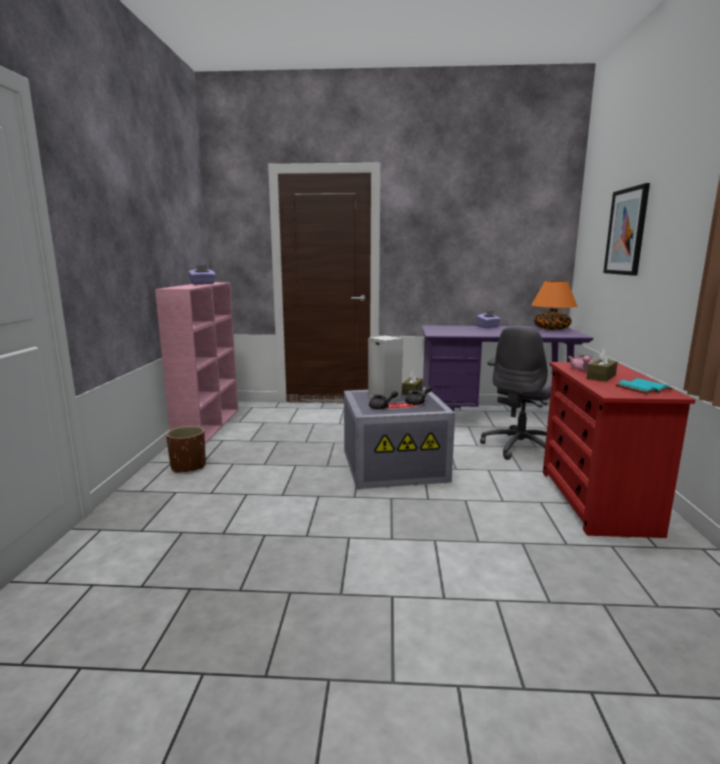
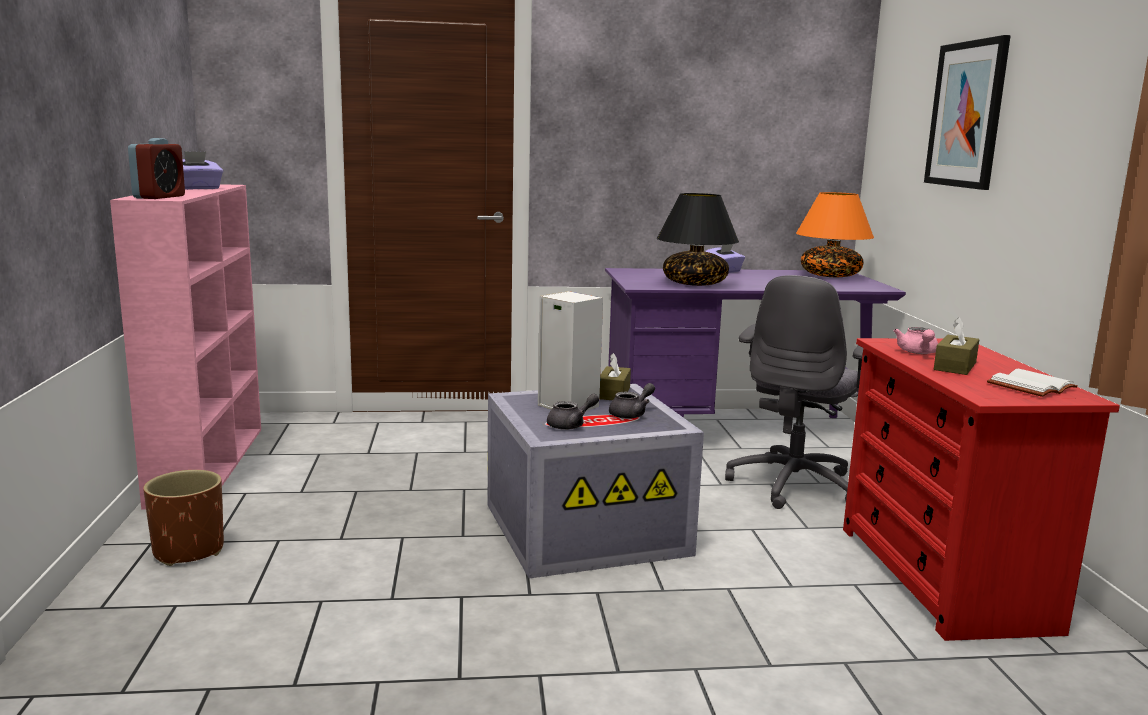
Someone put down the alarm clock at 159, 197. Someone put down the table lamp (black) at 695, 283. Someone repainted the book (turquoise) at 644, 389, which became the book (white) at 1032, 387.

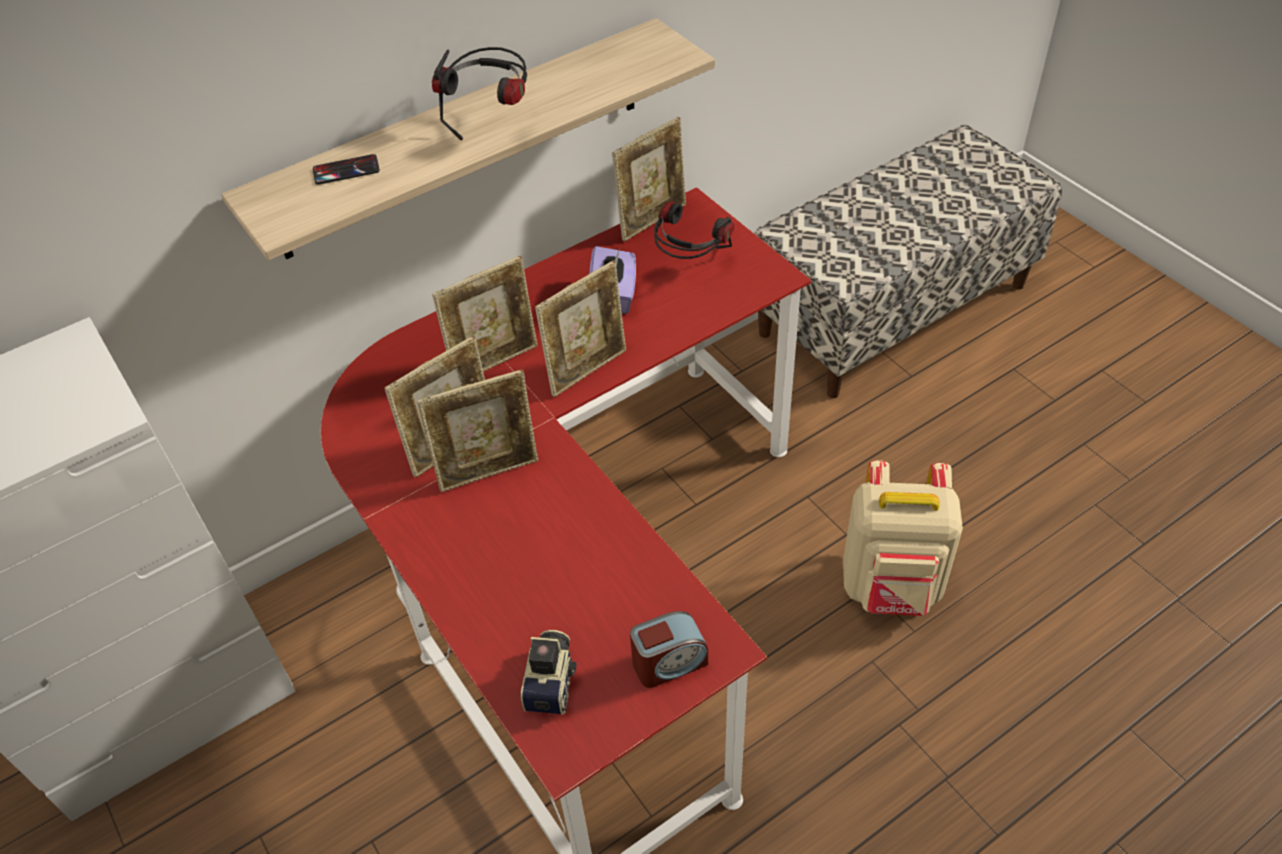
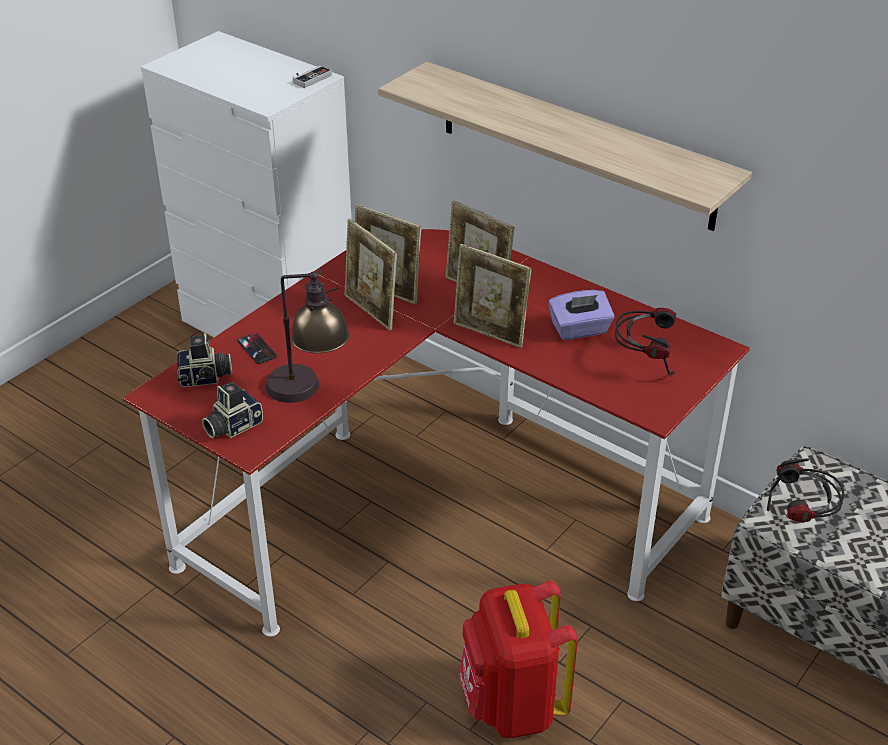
Someone took away the picture frame at 652, 220. Someone put down the table lamp at 309, 393. Someone put down the game controller at 309, 78. Someone carried the phone from 346, 170 to 257, 349. Someone carried the headphones from 492, 120 to 801, 520. Someone swapped the alarm clock at 669, 663 for the photo camera at 232, 426. Someone repainted the backpack (beige) at 891, 587, which became the backpack (red) at 512, 705.

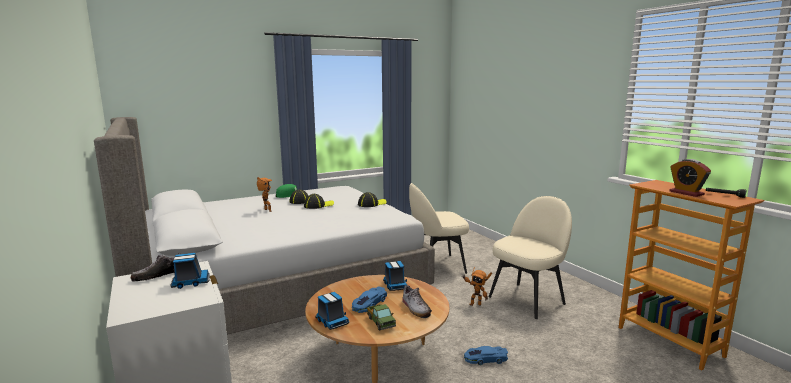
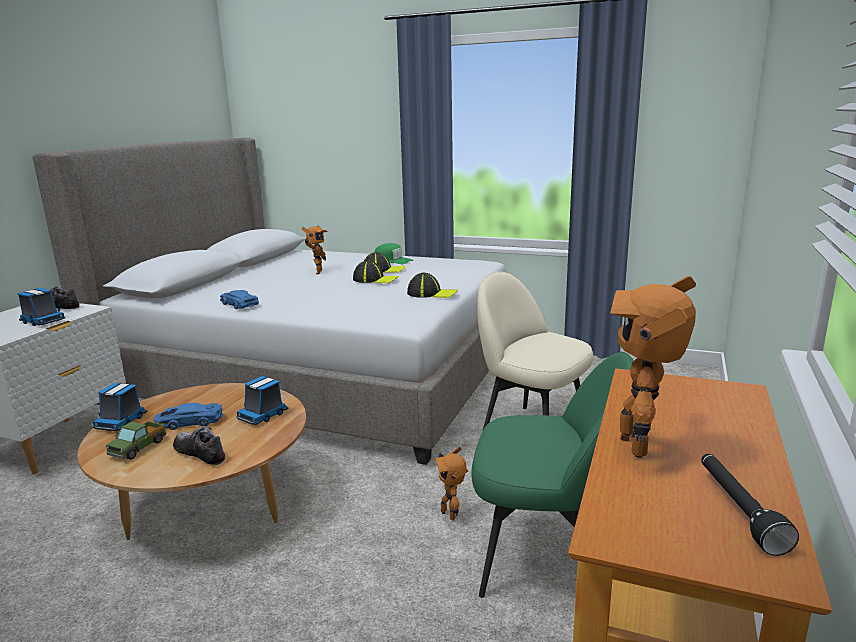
Someone carried the toy car (blue) from 485, 359 to 239, 304. Someone swapped the alarm clock at 686, 193 for the toy robot at 640, 445. Someone repainted the chair (beige) at 528, 299, which became the chair (green) at 543, 559. Someone rotated the shoe at 416, 308 by 105 degrees clockwise.

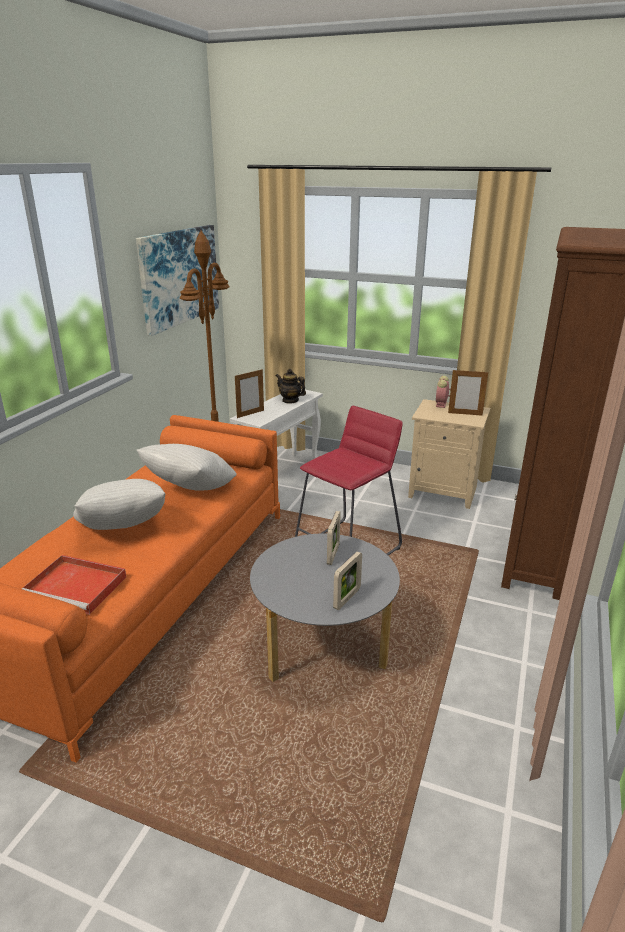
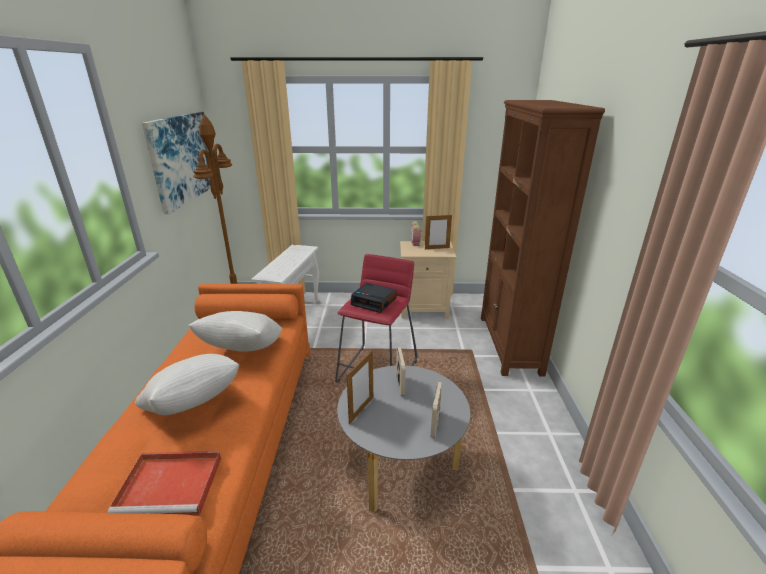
Someone took away the teapot at 290, 400. Someone put down the alarm clock at 374, 302. Someone carried the picture frame from 250, 414 to 361, 410.

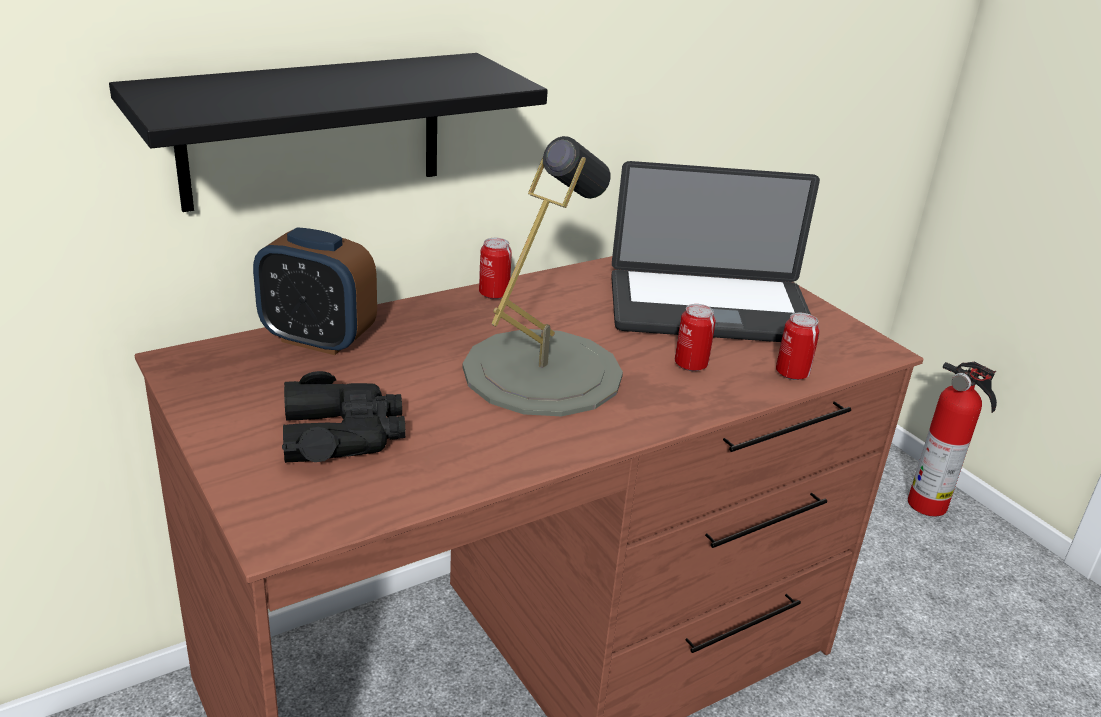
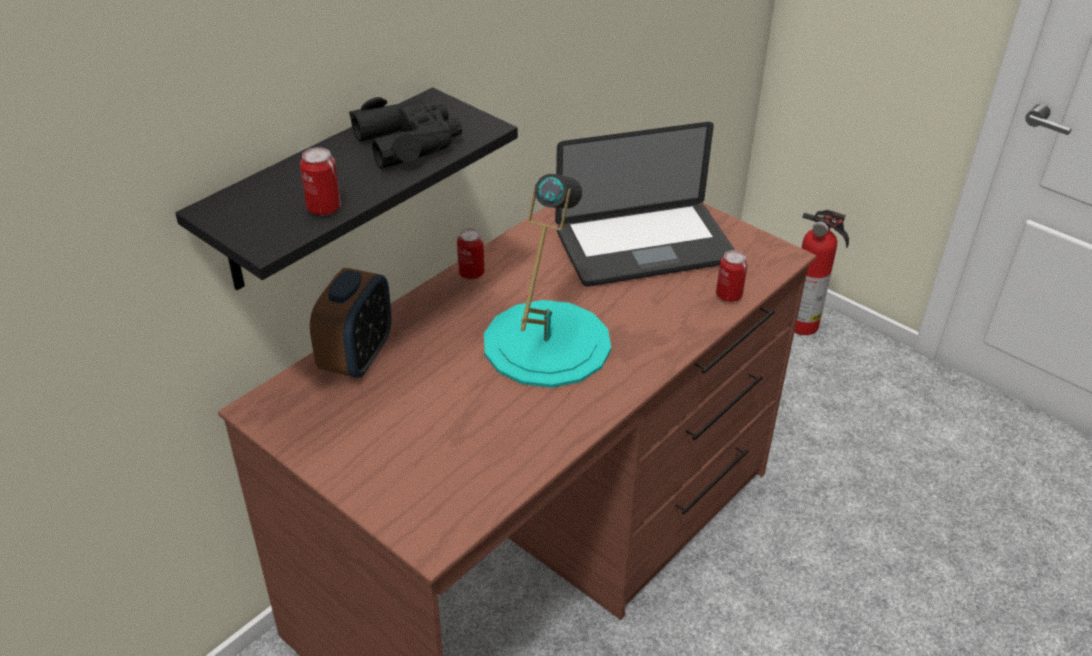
Someone carried the binoculars (black) from 343, 434 to 409, 142. Someone carried the can from 690, 364 to 324, 208. Someone repainted the table lamp (grey) at 542, 371, which became the table lamp (turquoise) at 546, 343. Someone rotated the alarm clock at 318, 339 by 75 degrees counterclockwise.

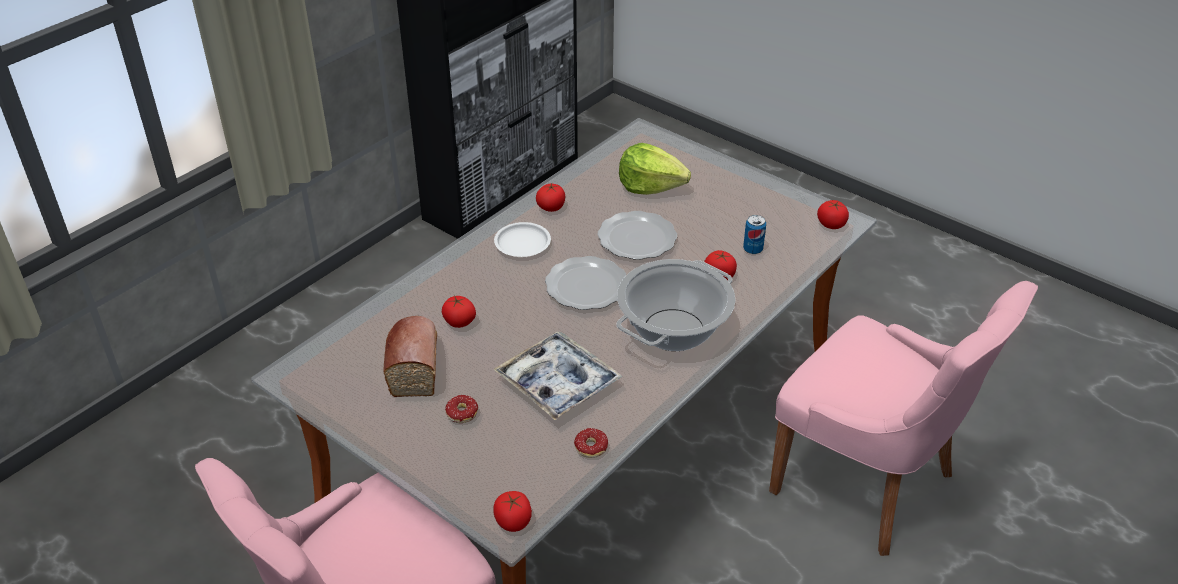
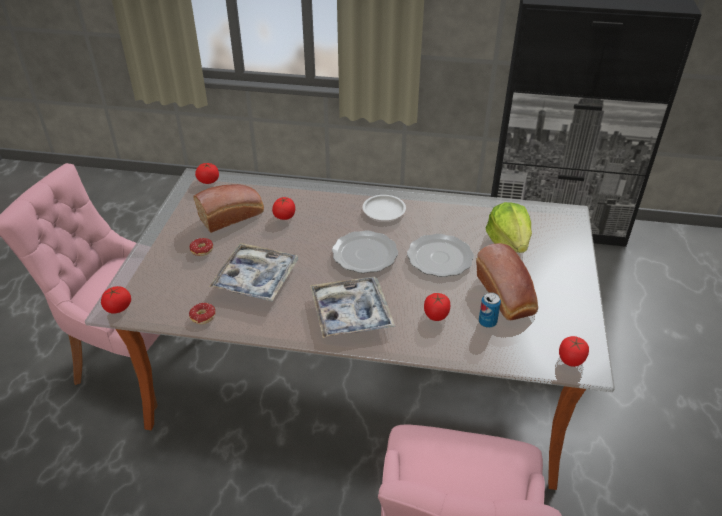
Someone put down the bread at 506, 296. Someone carried the tomato from 551, 207 to 208, 181. Someone swapped the cooking pot at 673, 331 for the tray at 351, 313.

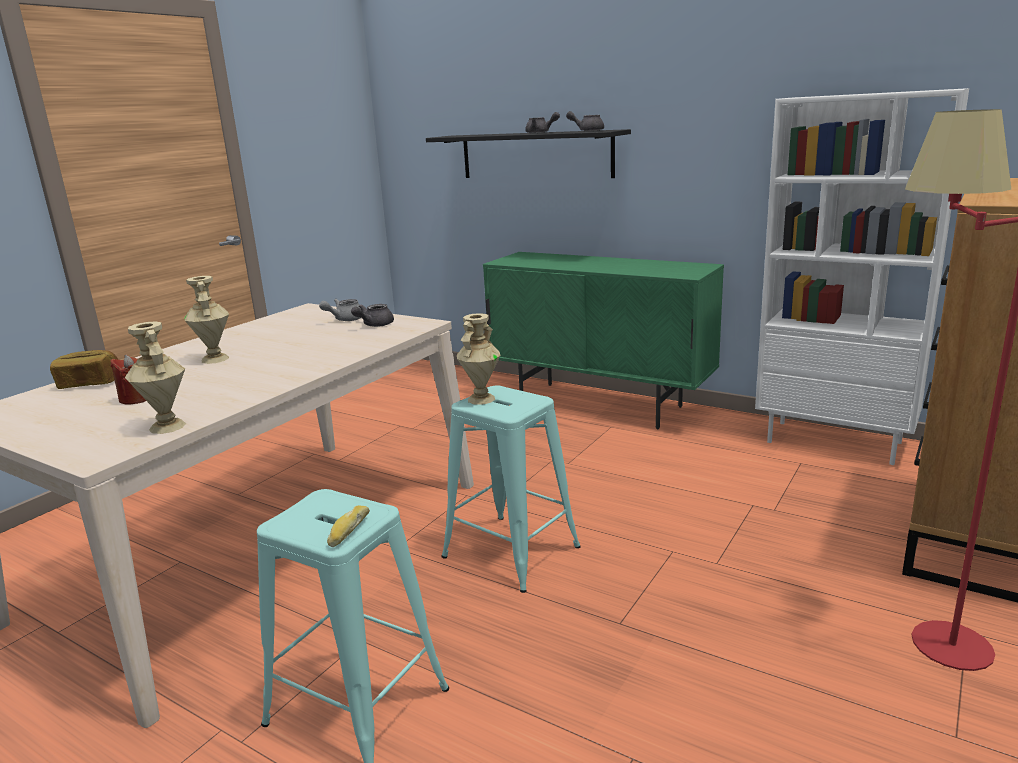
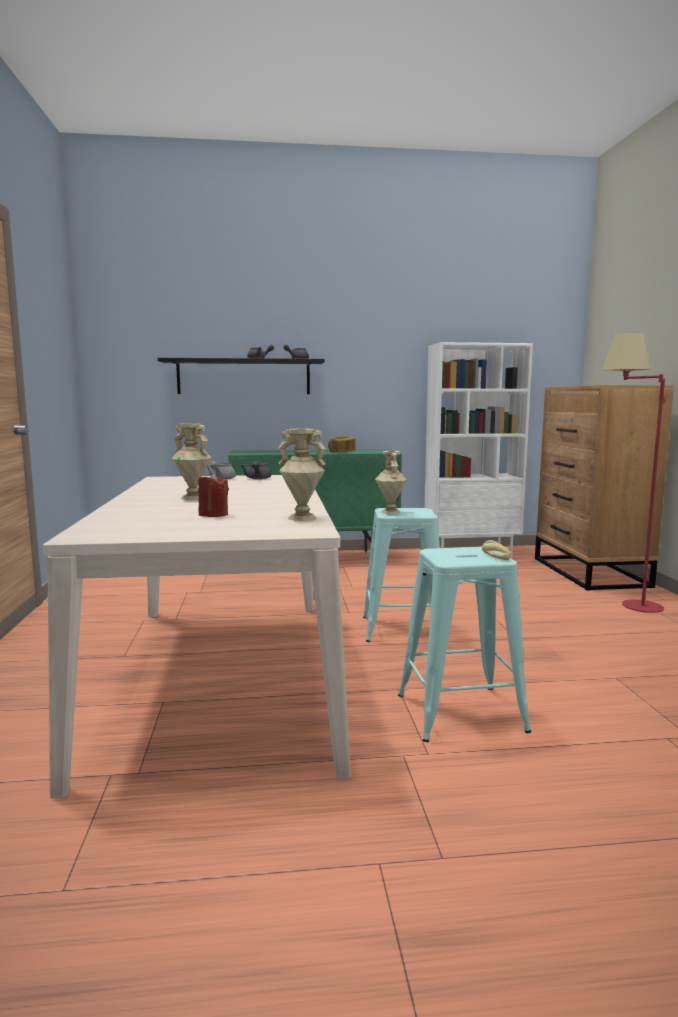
Someone carried the bread from 90, 384 to 341, 452.

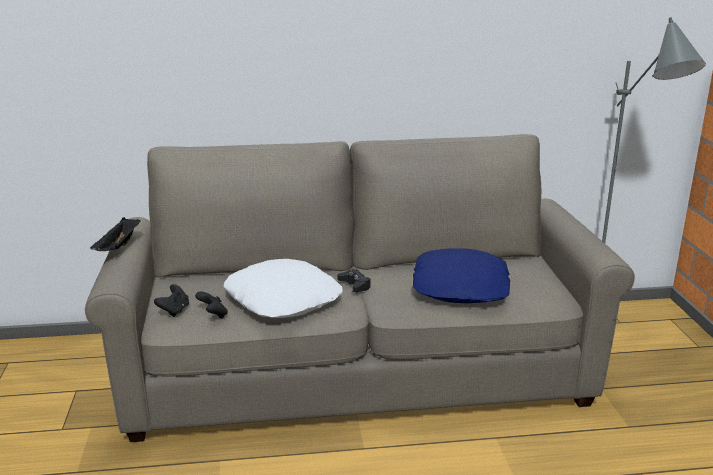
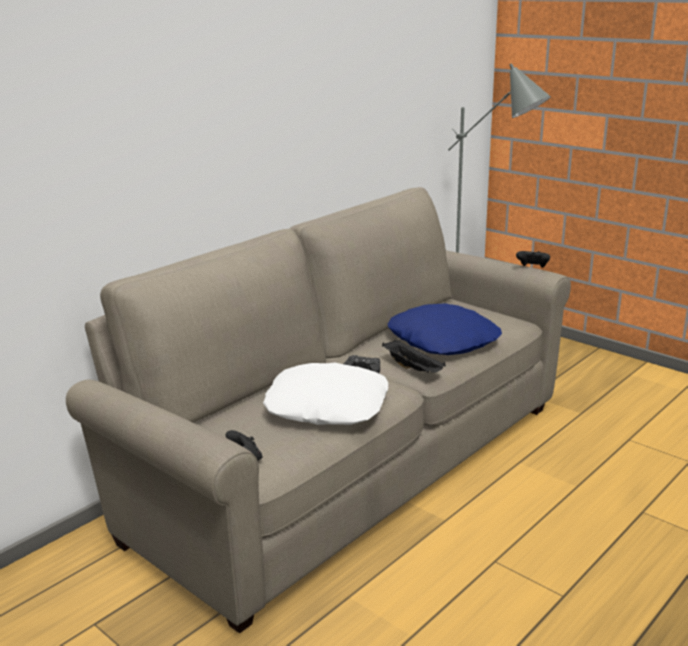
Someone carried the tray (black) from 119, 247 to 413, 369. Someone carried the game controller (black) from 213, 315 to 532, 268.

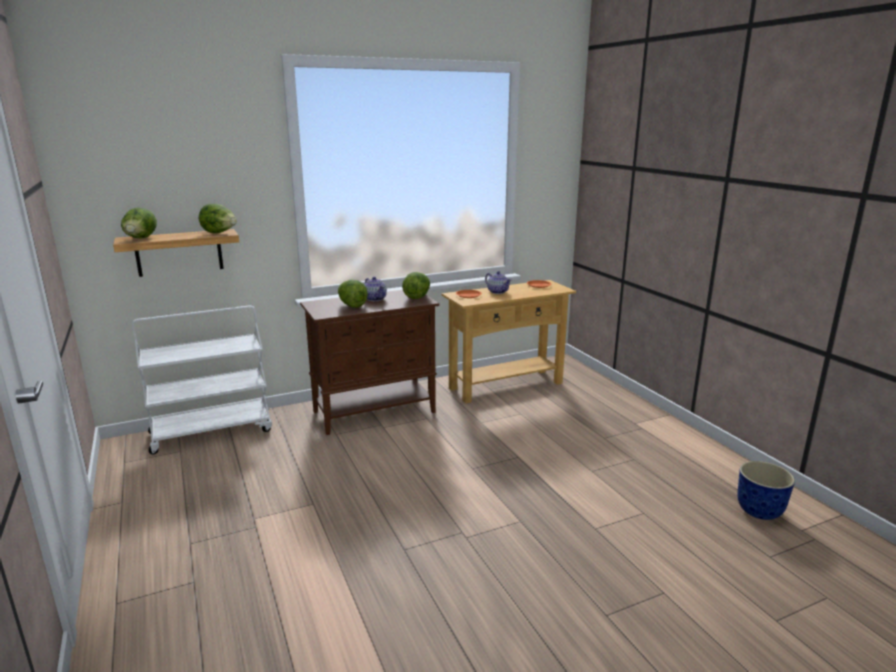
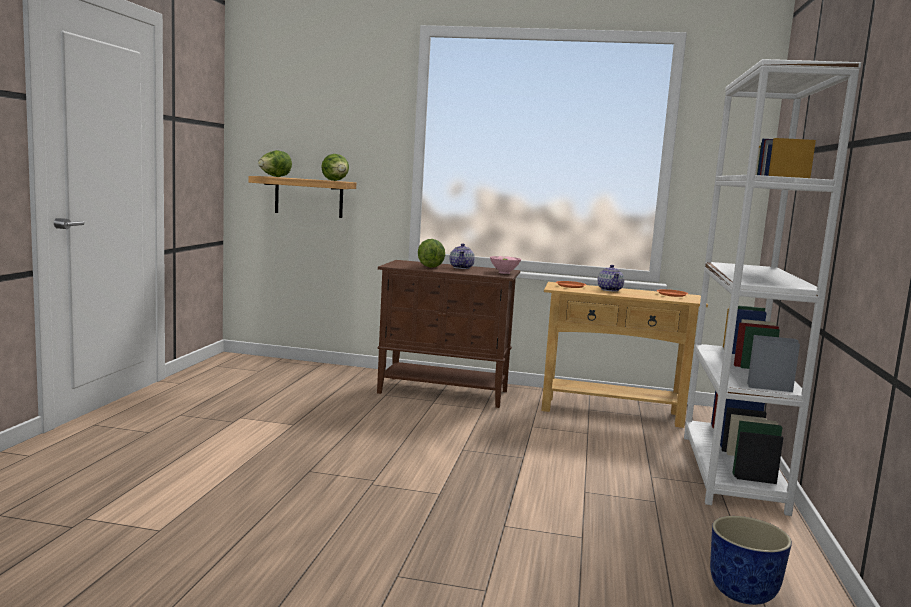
Someone took away the cart (white) at 212, 431. Someone put down the bookcase (white) at 731, 472. Someone swapped the lettuce at 417, 296 for the bowl (pink) at 503, 272.

